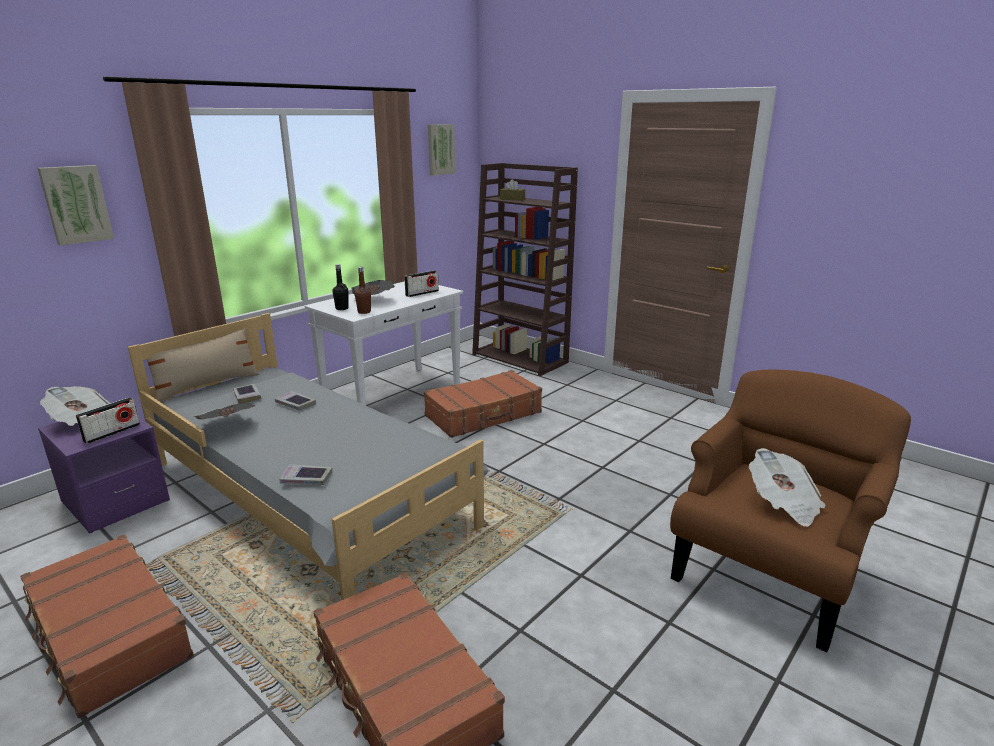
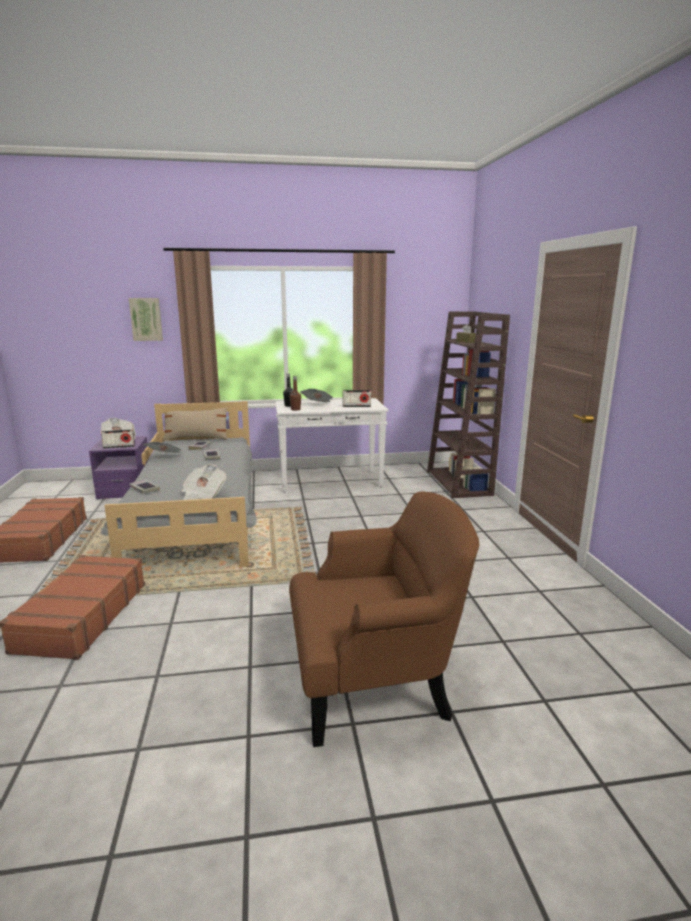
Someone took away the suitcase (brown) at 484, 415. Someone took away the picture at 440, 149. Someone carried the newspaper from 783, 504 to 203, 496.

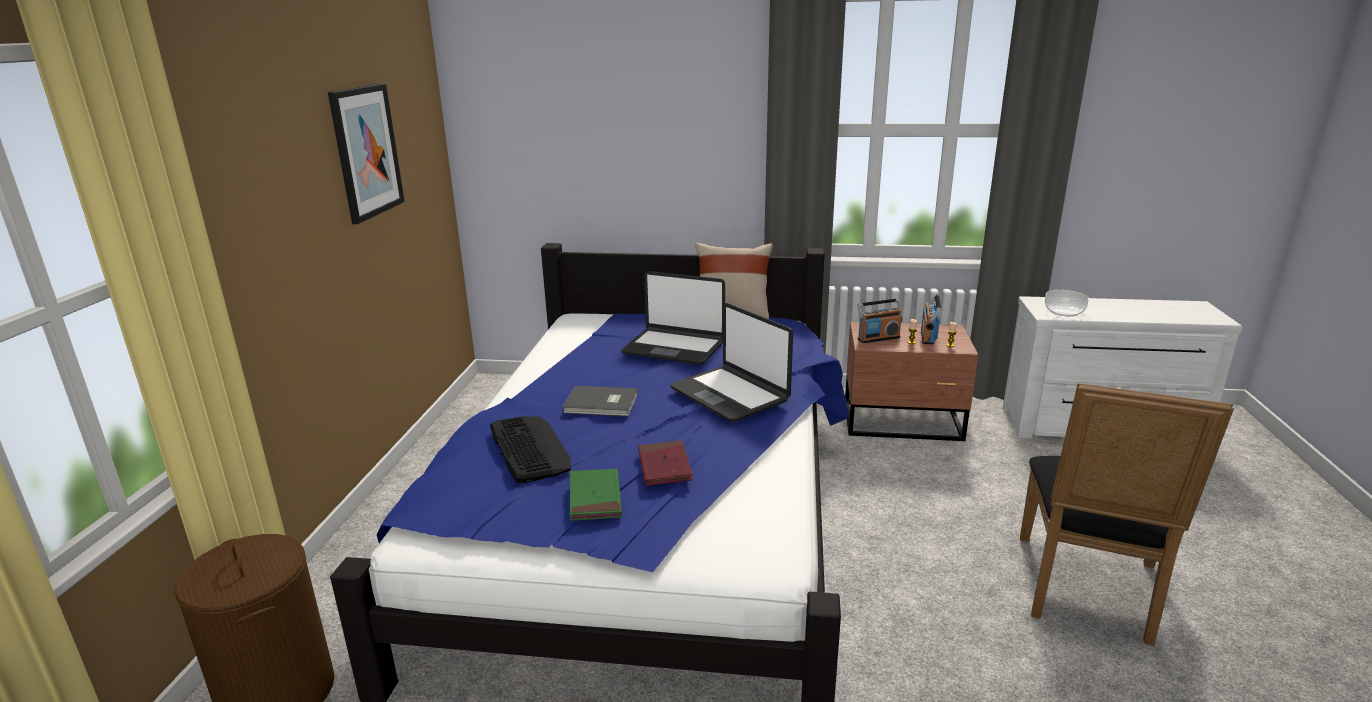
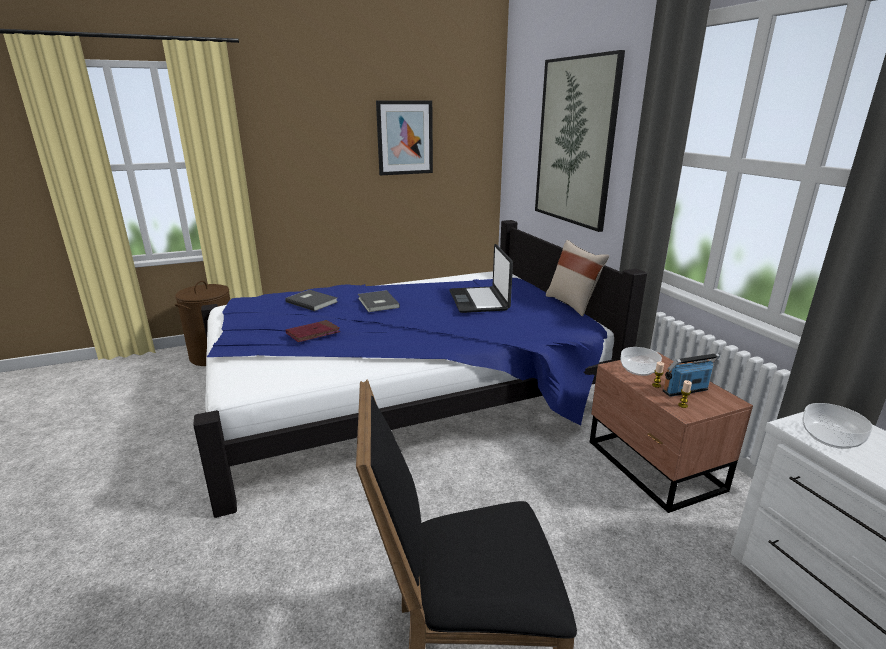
Someone took away the book (green) at 595, 498. Someone took away the laptop at 730, 394. Someone put up the picture at 575, 142. Someone swapped the keyboard at 529, 448 for the book (grey) at 312, 301. Someone swapped the radio at 878, 338 for the bowl at 639, 369.

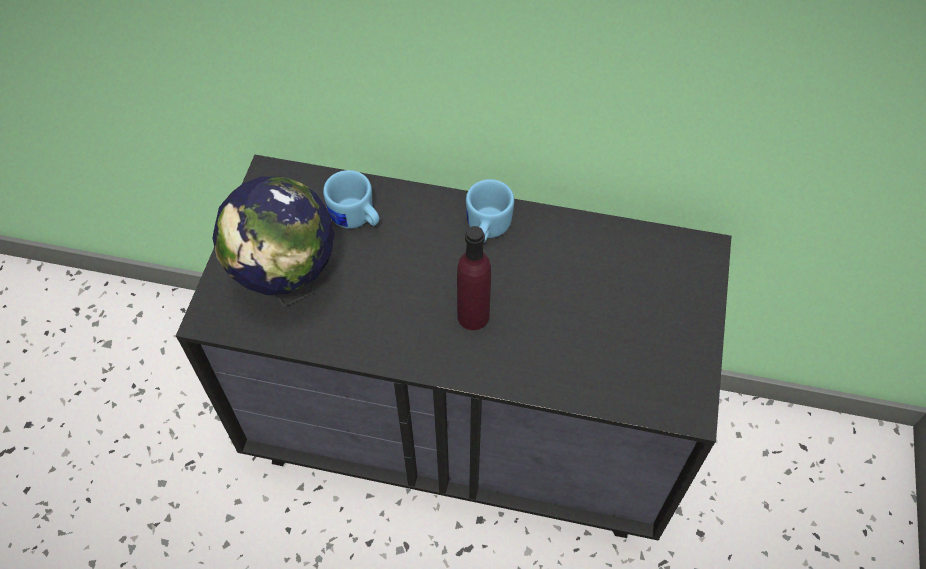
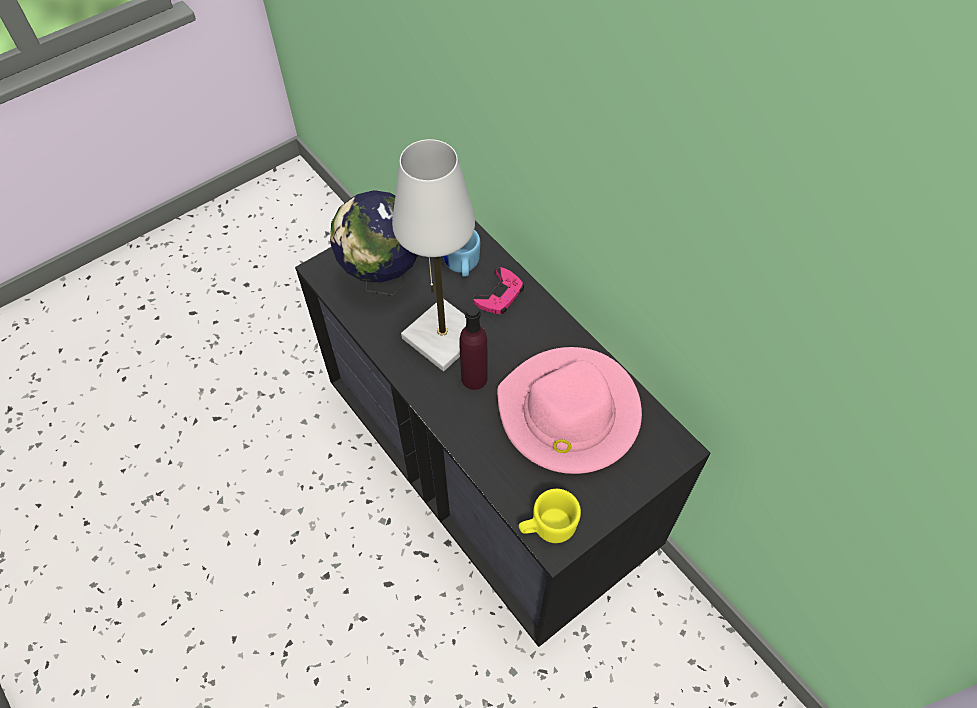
Someone took away the mug (blue) at 486, 229. Someone put down the table lamp (white) at 443, 337. Someone put down the game controller (pink) at 499, 295. Someone put down the hat (pink) at 569, 414. Someone put down the mug (yellow) at 547, 527.

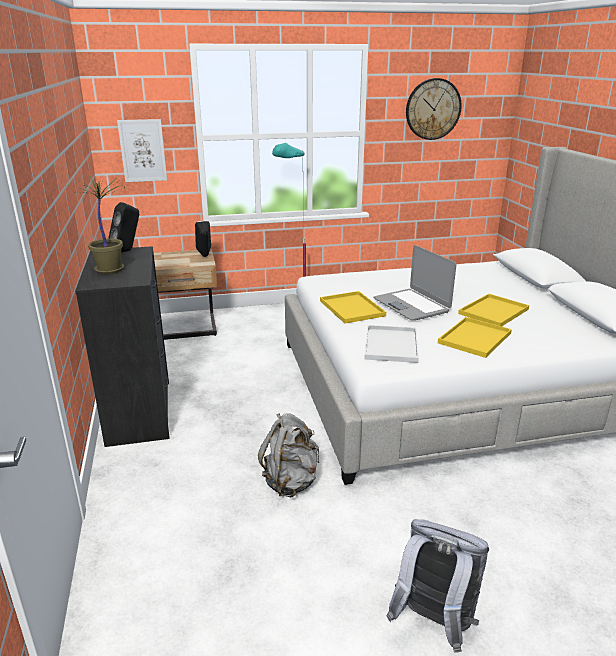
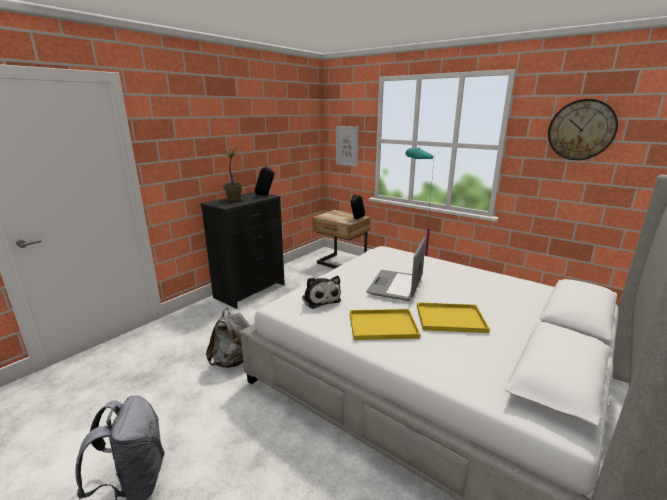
Someone took away the tray (yellow) at 353, 308. Someone swapped the tray (white) at 390, 344 for the plush toy at 320, 299.

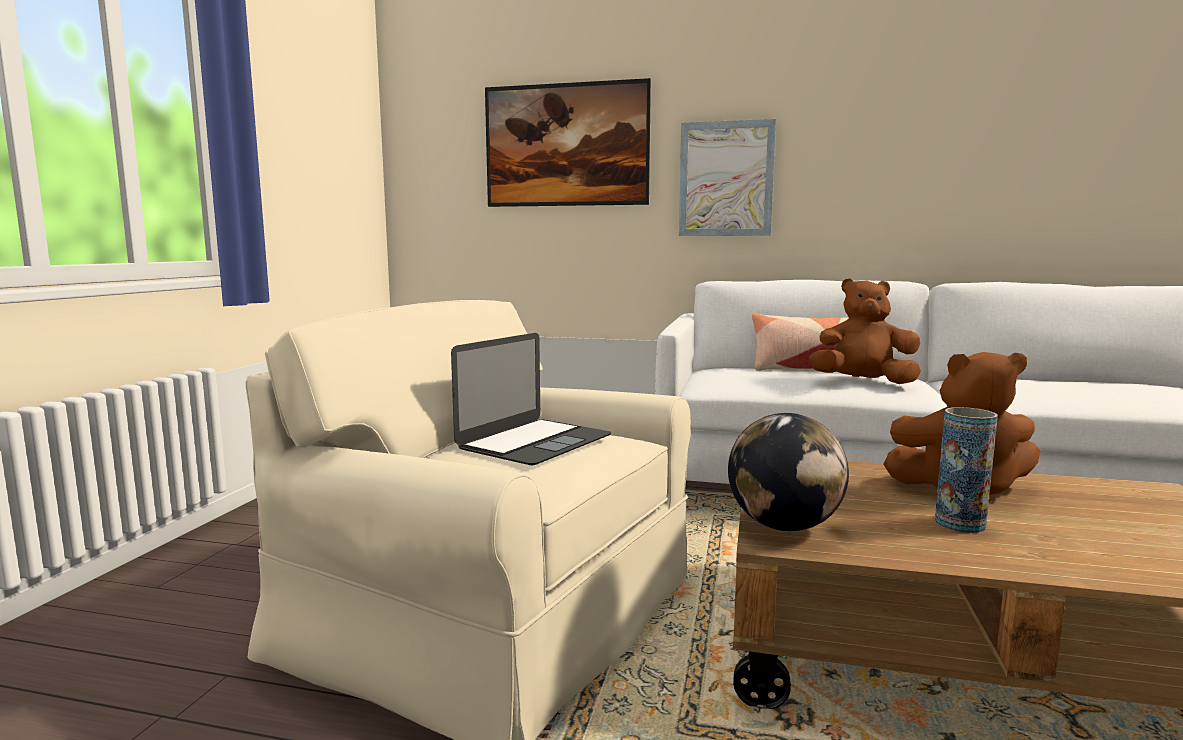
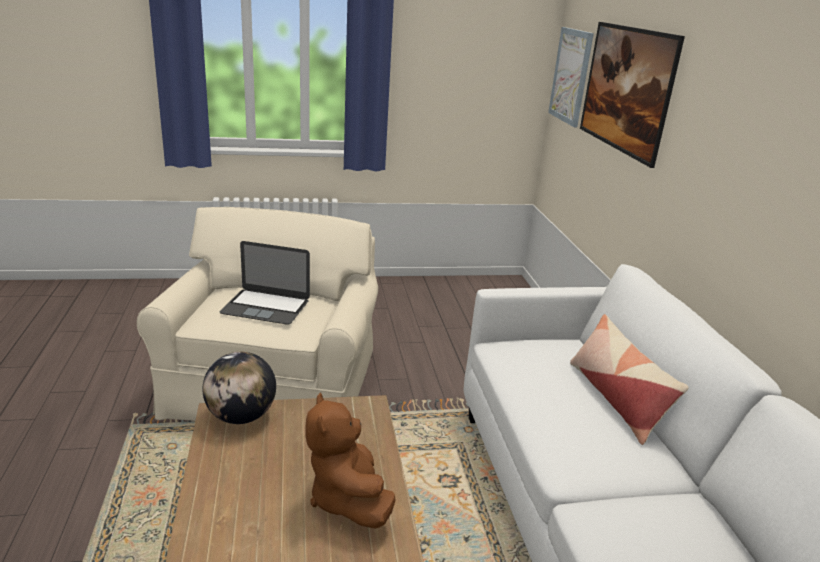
Someone took away the plush toy (brown) at 863, 382. Someone took away the vase at 959, 523. Someone carried the picture from 726, 179 to 570, 76.

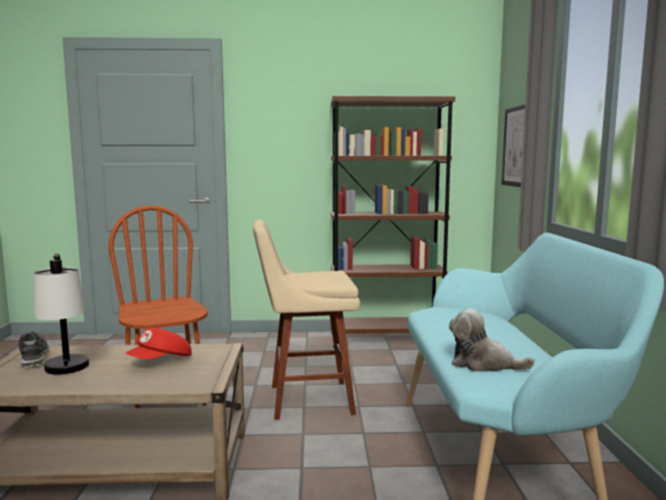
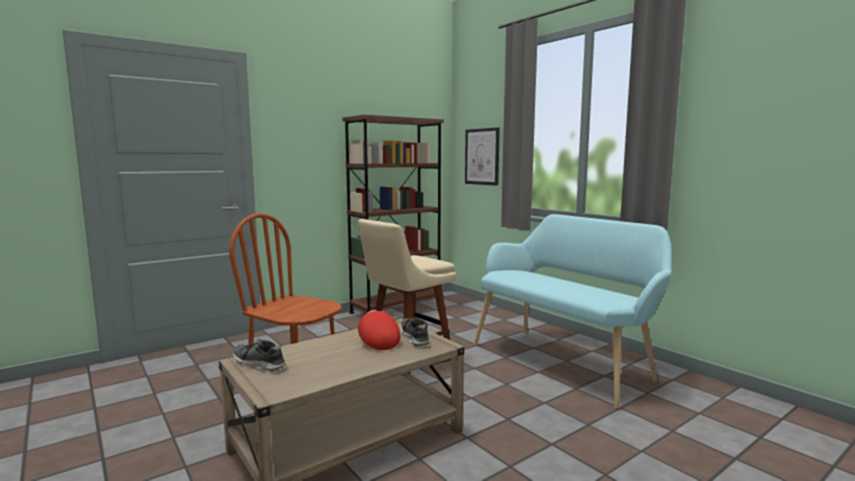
Someone took away the table lamp at 67, 374. Someone took away the plush toy at 483, 364. Someone put down the shoe at 414, 338. Someone rotated the cap (red) at 161, 362 by 150 degrees clockwise.

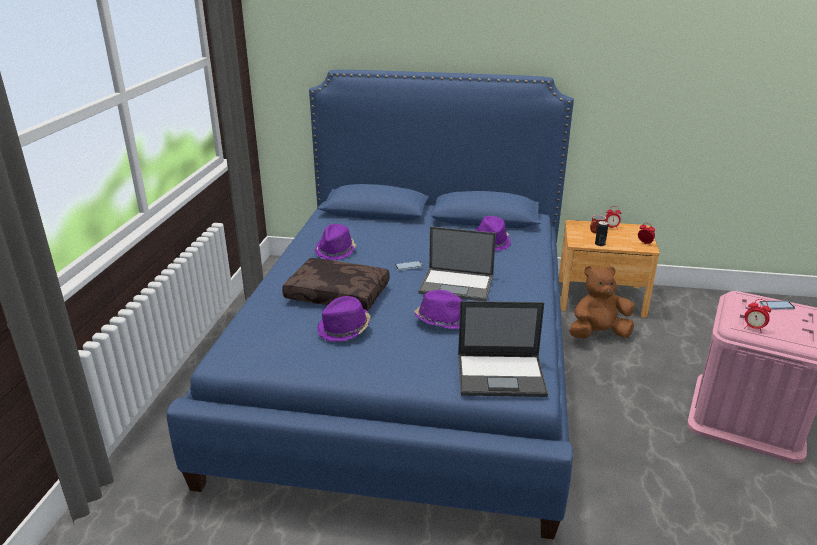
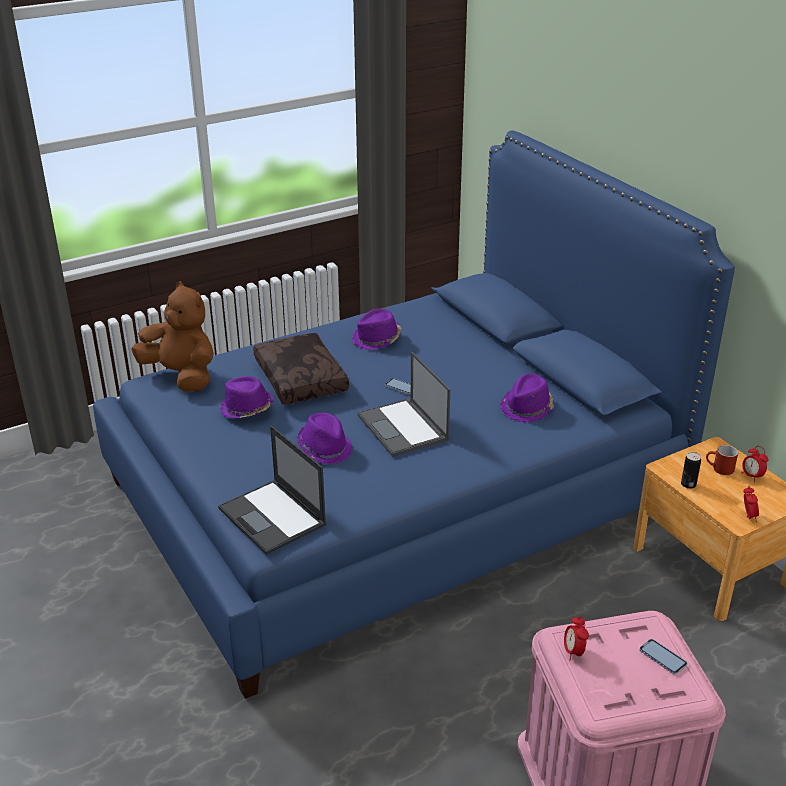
Someone carried the plush toy (brown) from 598, 334 to 182, 376.

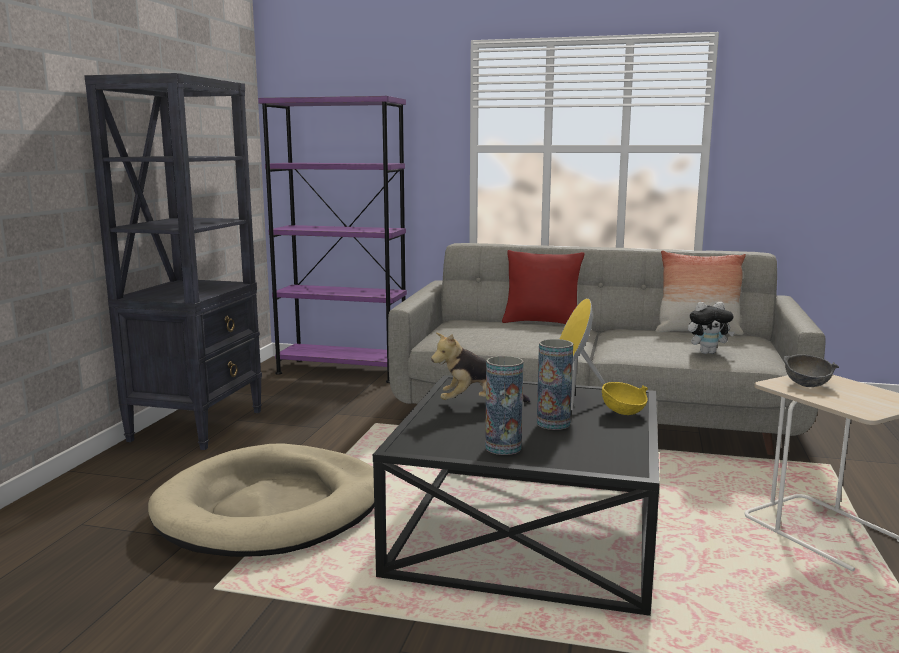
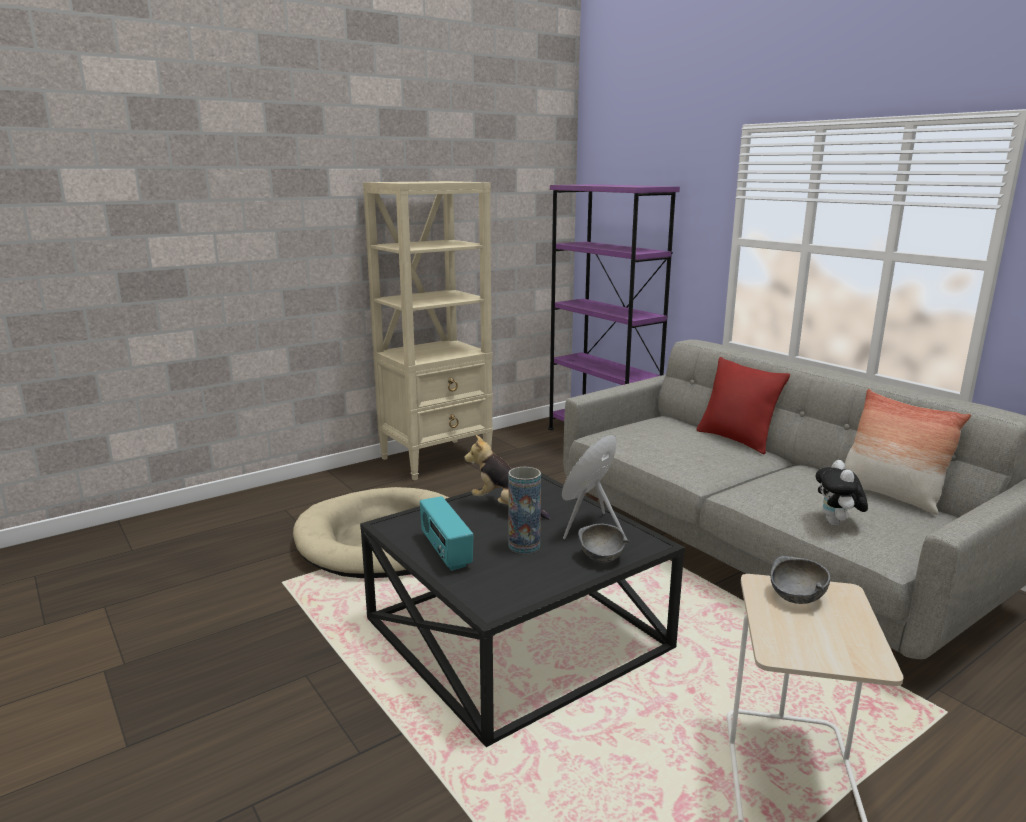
Someone swapped the vase at 503, 448 for the radio at 445, 552. Someone repainted the bookcase (black) at 198, 425, which became the bookcase (beige) at 437, 459. Someone repainted the bowl (yellow) at 623, 412, which became the bowl (grey) at 602, 557. Someone rotated the plush toy at 707, 352 by 60 degrees clockwise.

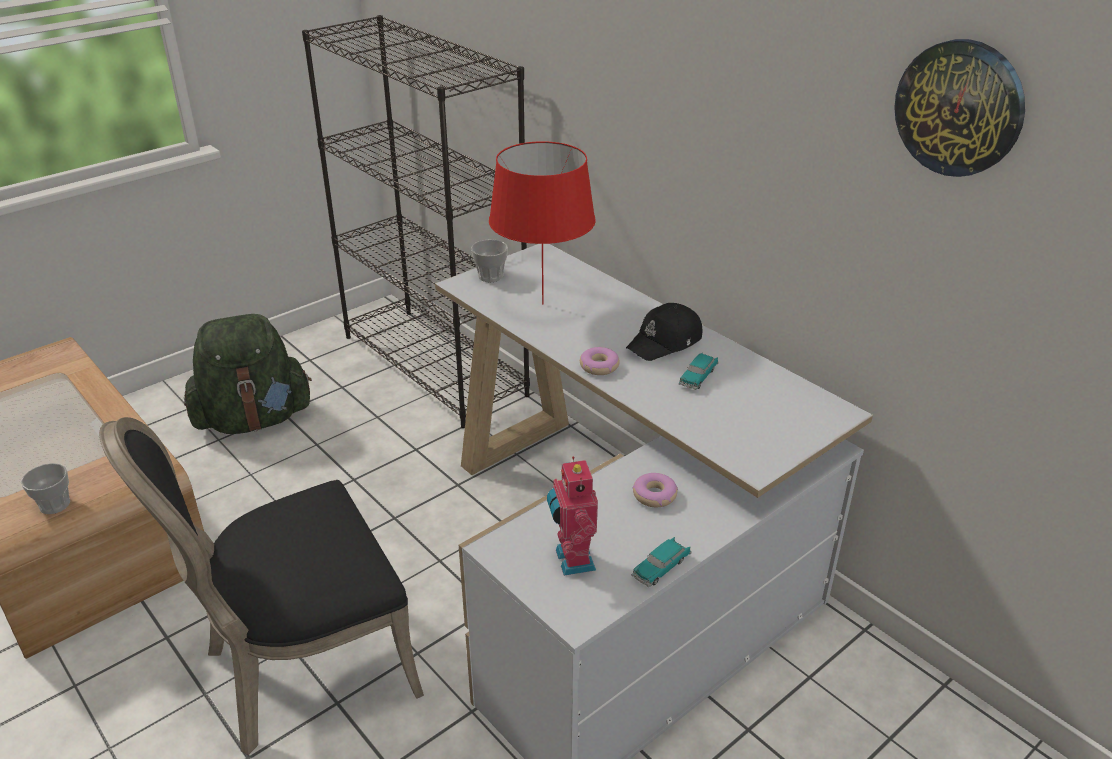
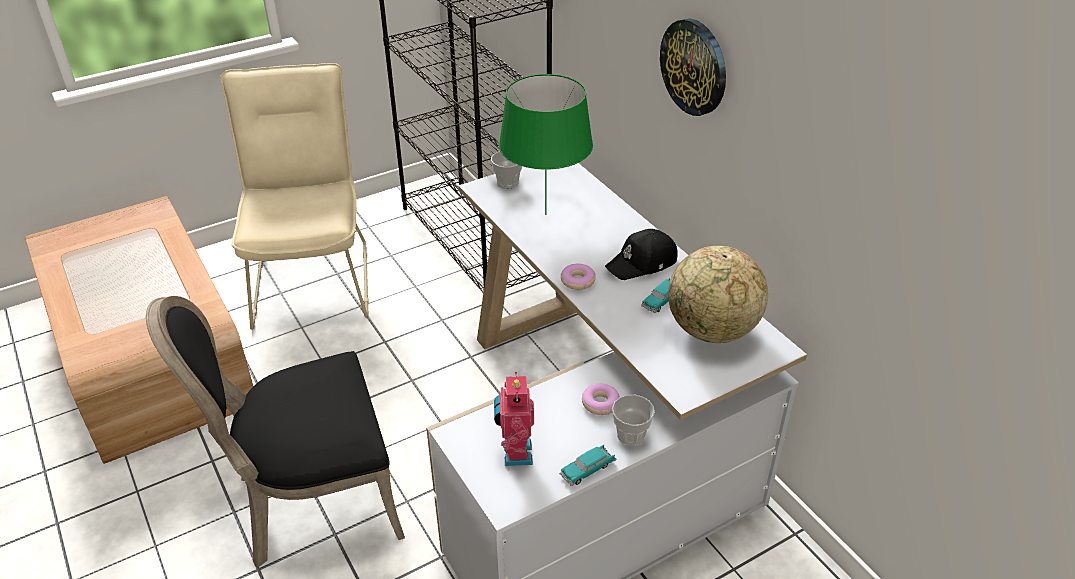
Someone put down the globe at 711, 331. Someone carried the cup from 54, 505 to 631, 435. Someone carried the wall clock from 959, 108 to 694, 67. Someone swapped the backpack (green) at 254, 419 for the chair (beige) at 312, 278. Someone repainted the table lamp (red) at 543, 304, which became the table lamp (green) at 546, 214.

